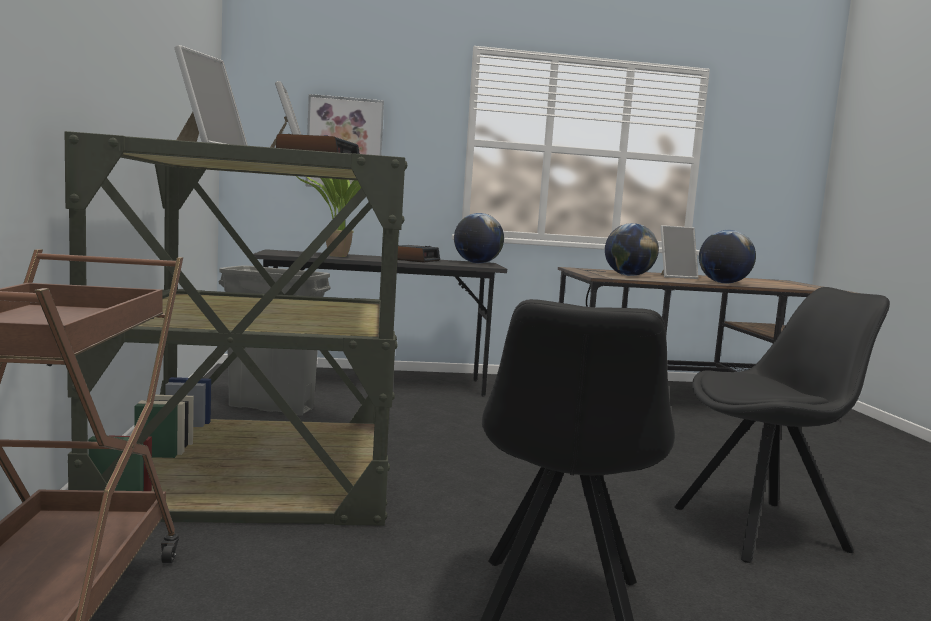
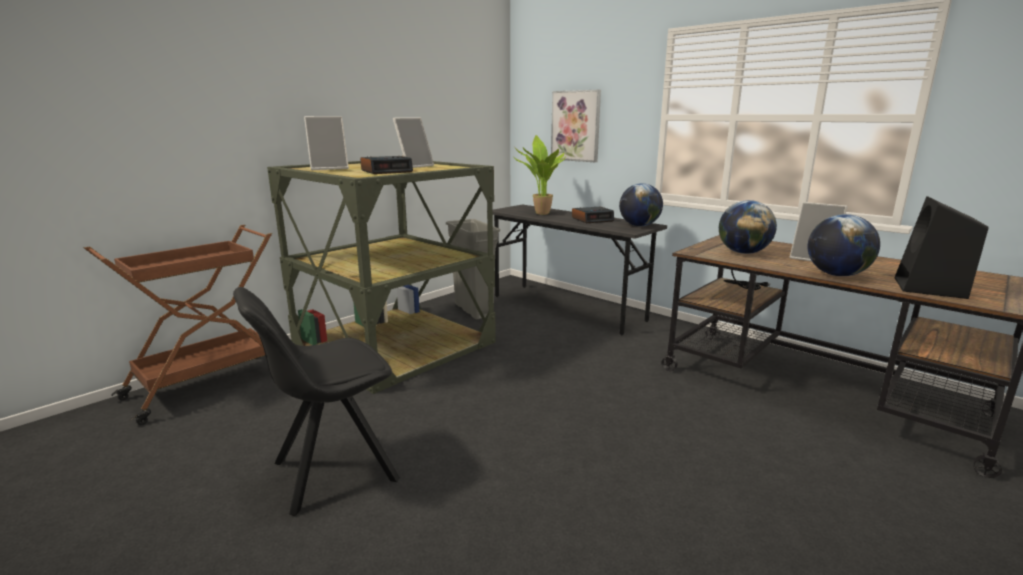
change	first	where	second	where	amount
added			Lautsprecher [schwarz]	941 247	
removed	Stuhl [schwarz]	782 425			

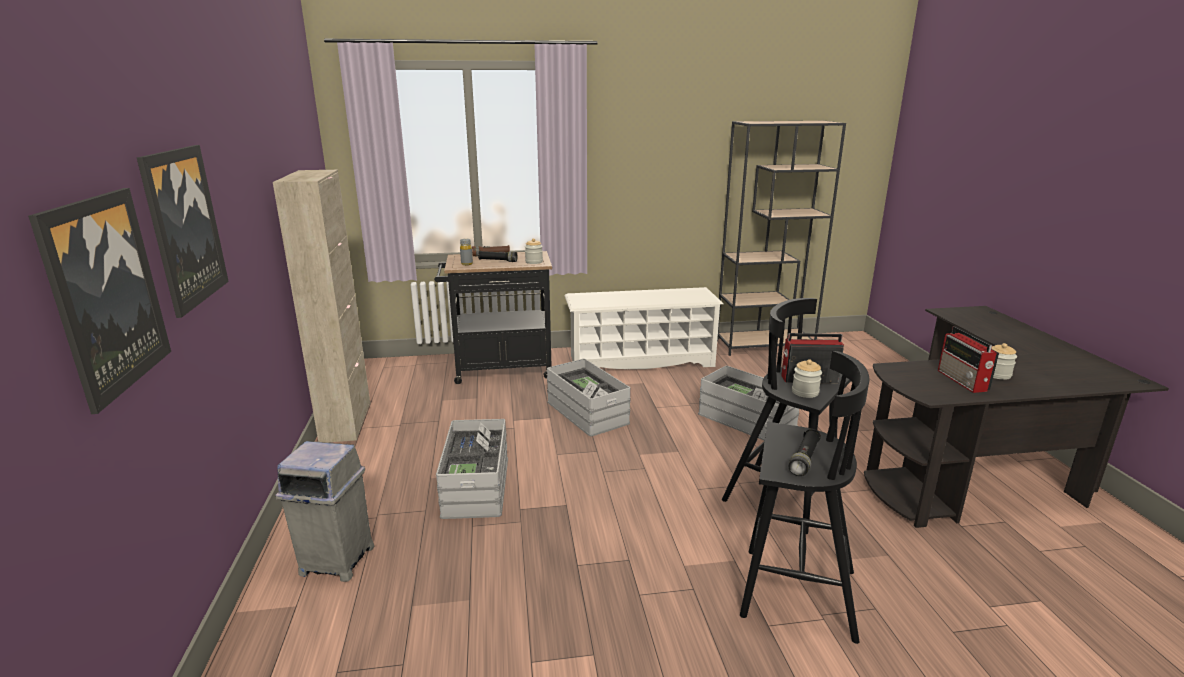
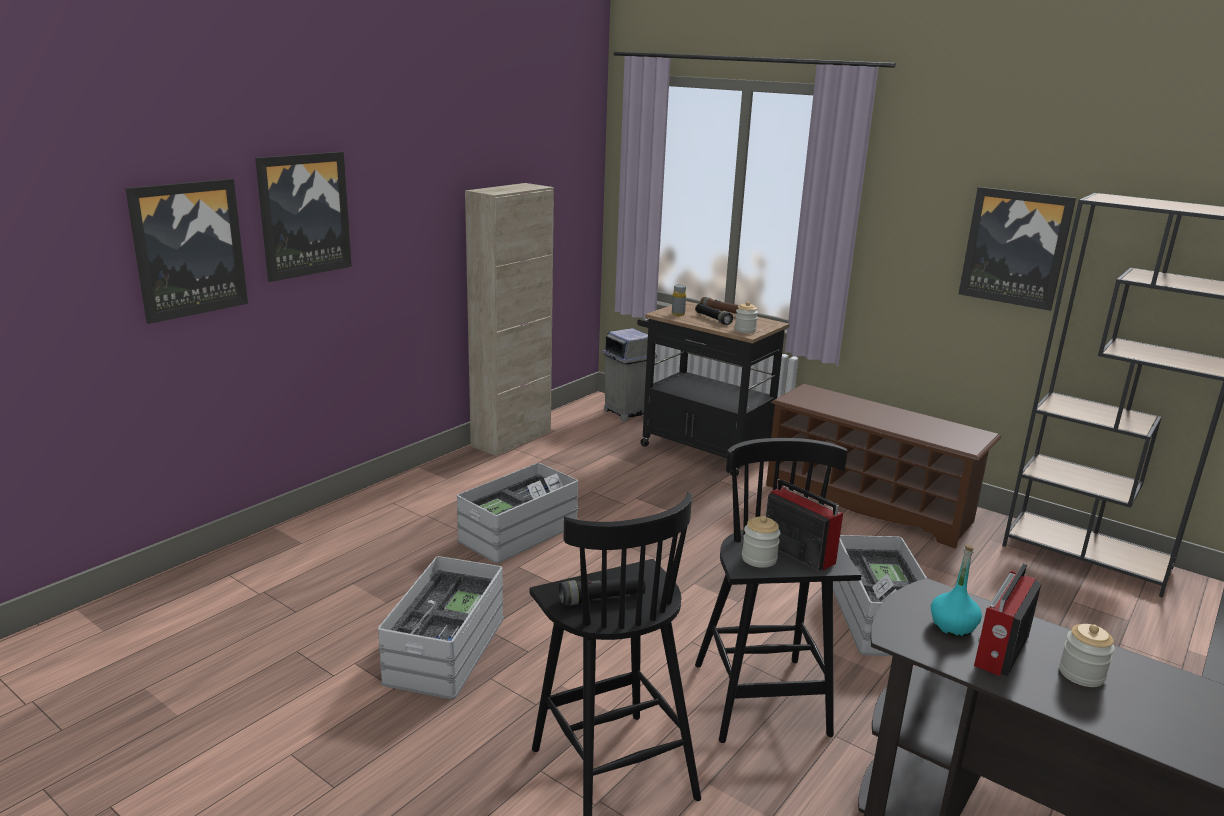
change	first	where	second	where	amount
moved	Aufbewahrungsbox [grau]	588 397		441 627	
moved	Mülleimer [grau]	324 511		629 374	
recoloured	Schuhregal [weiß]	643 328	Schuhregal [braun]	883 466	
added			Flasche [türkis]	956 590	
added			Bild	1017 249	

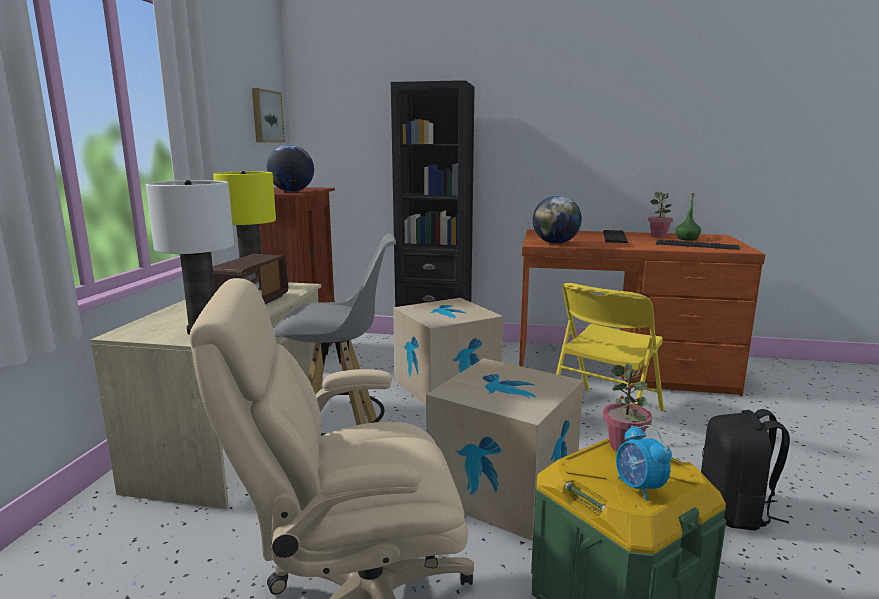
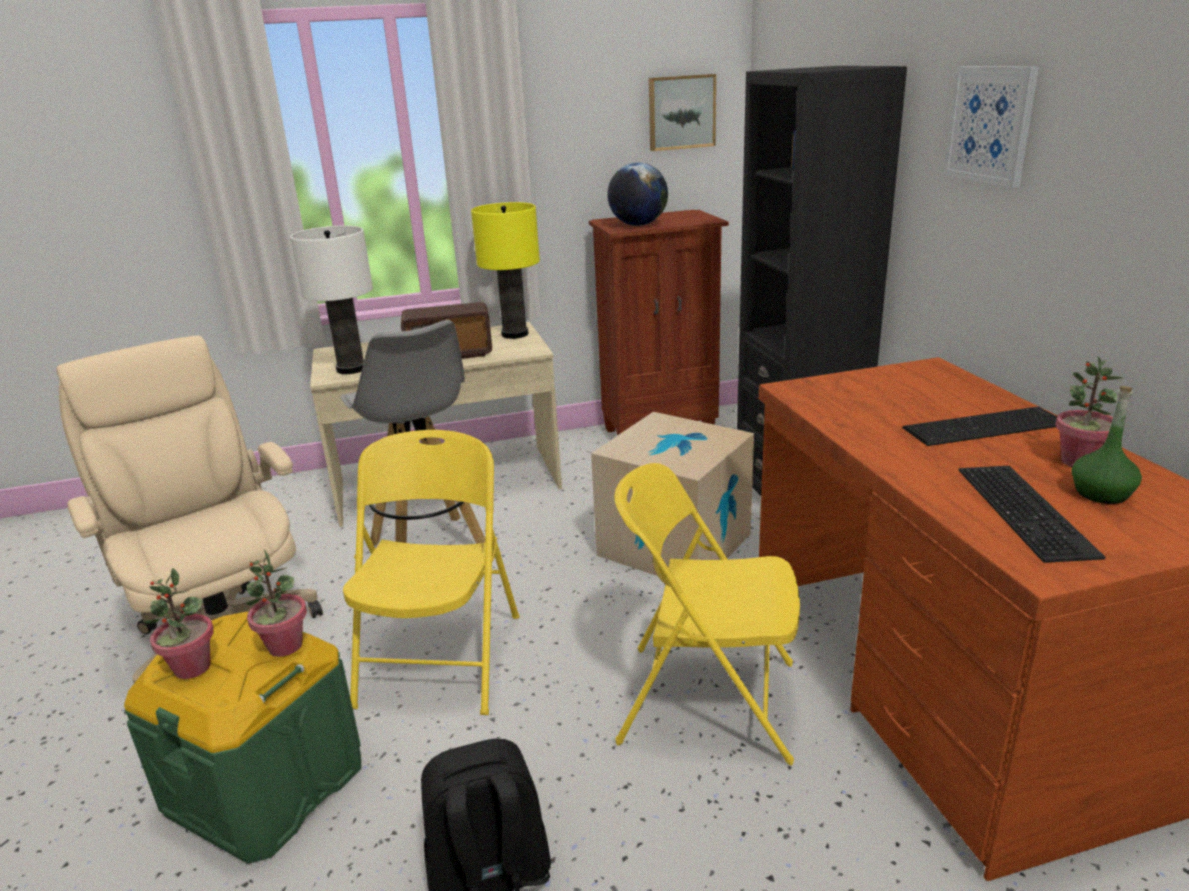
change	first	where	second	where	amount
replaced	Wecker	644 462	Topfpflanze	178 623	
replaced	Karton	505 449	Stuhl [gelb]	431 572	
added			Bild	991 127	
removed	Globus	557 219			

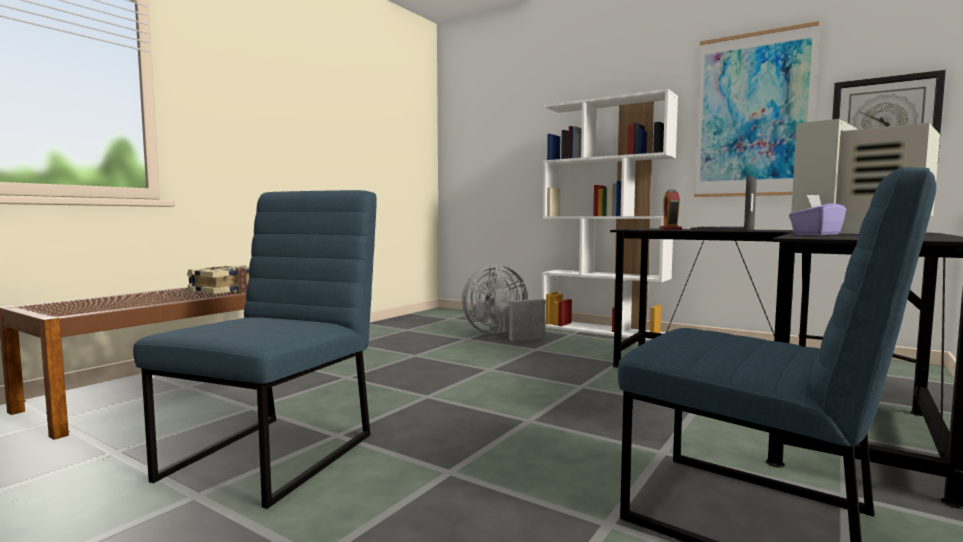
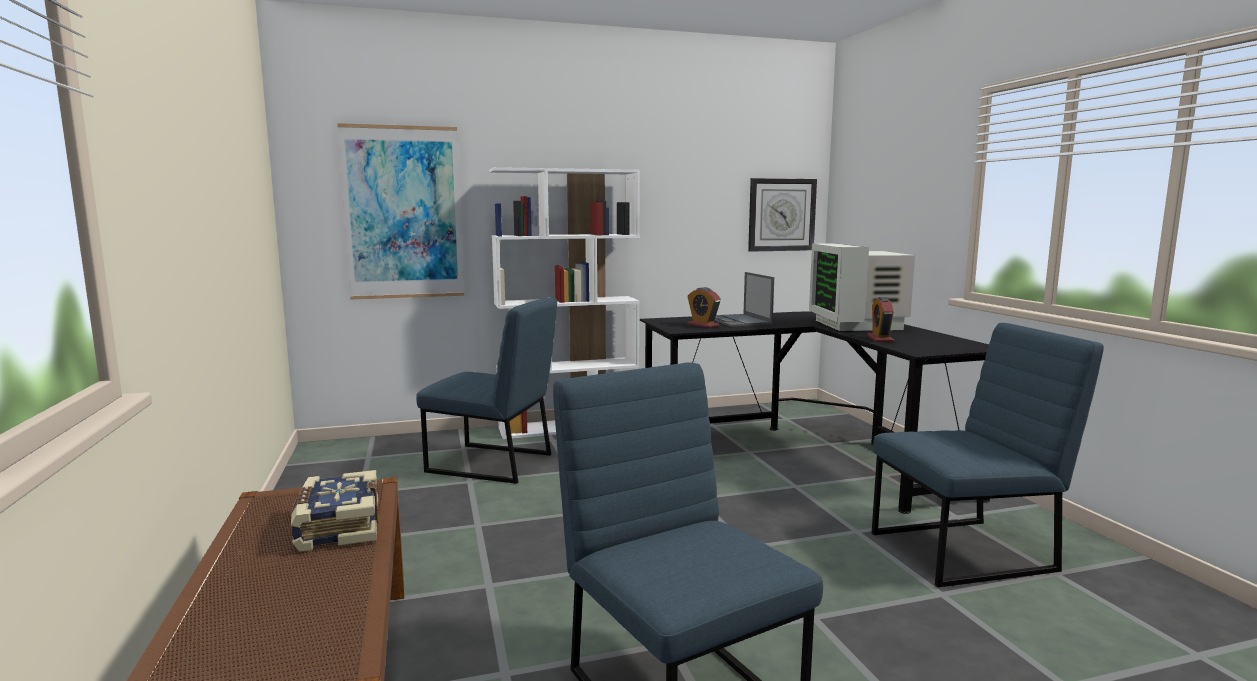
change	first	where	second	where	amount
moved	Bild	756 109		400 211	
replaced	Ventilator [grau]	504 302	Stuhl [blau]	486 390	
replaced	Taschentuchbox [lila]	817 215	Wecker	880 320	

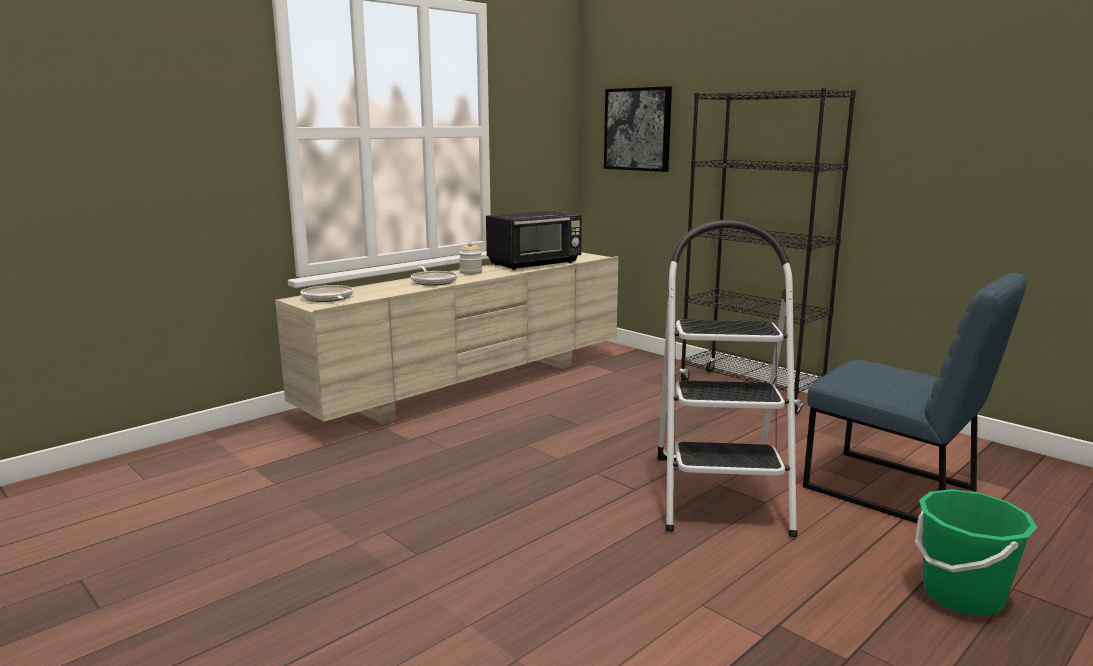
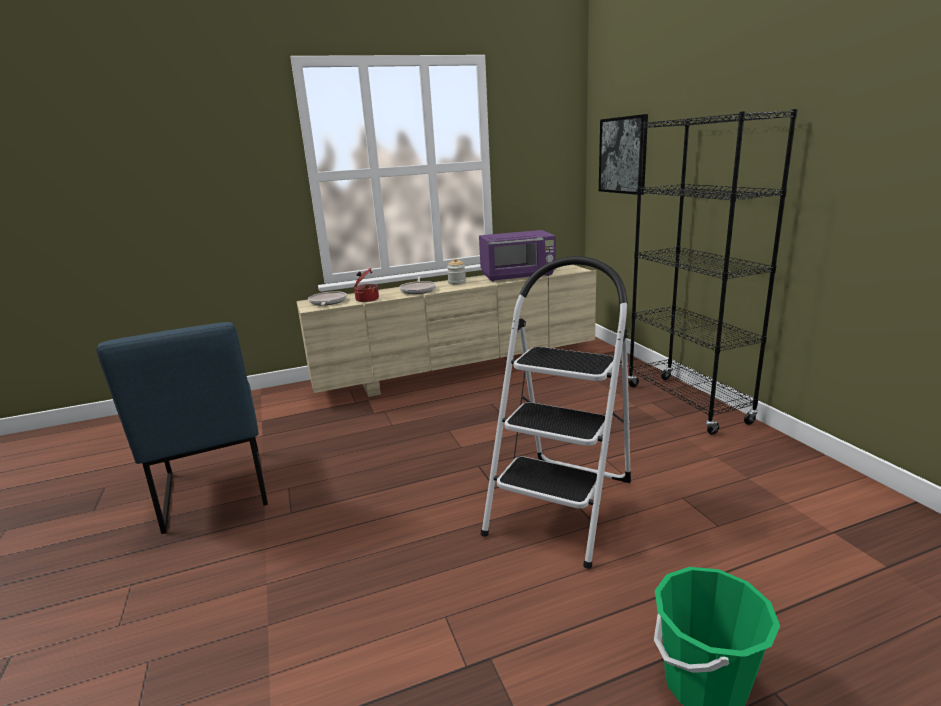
change	first	where	second	where	amount
moved	Stuhl [blau]	915 398		182 428	
added			Kochtopf	366 285	
recoloured	Mikrowelle [schwarz]	534 240	Mikrowelle [lila]	517 256	

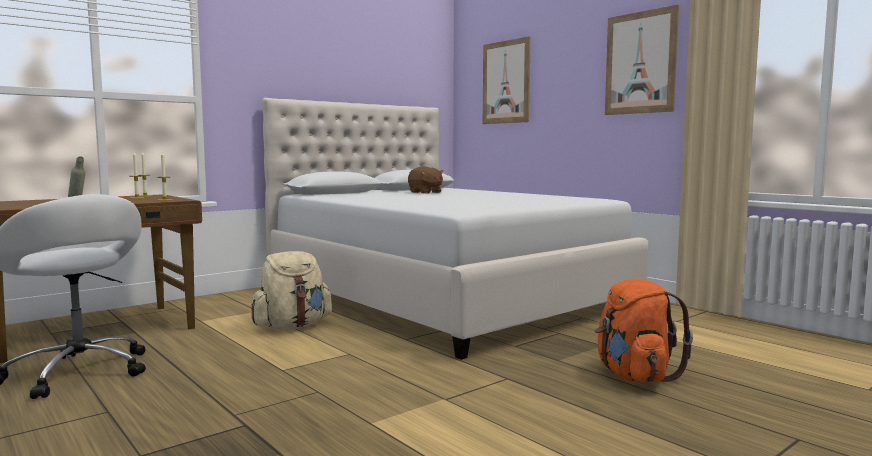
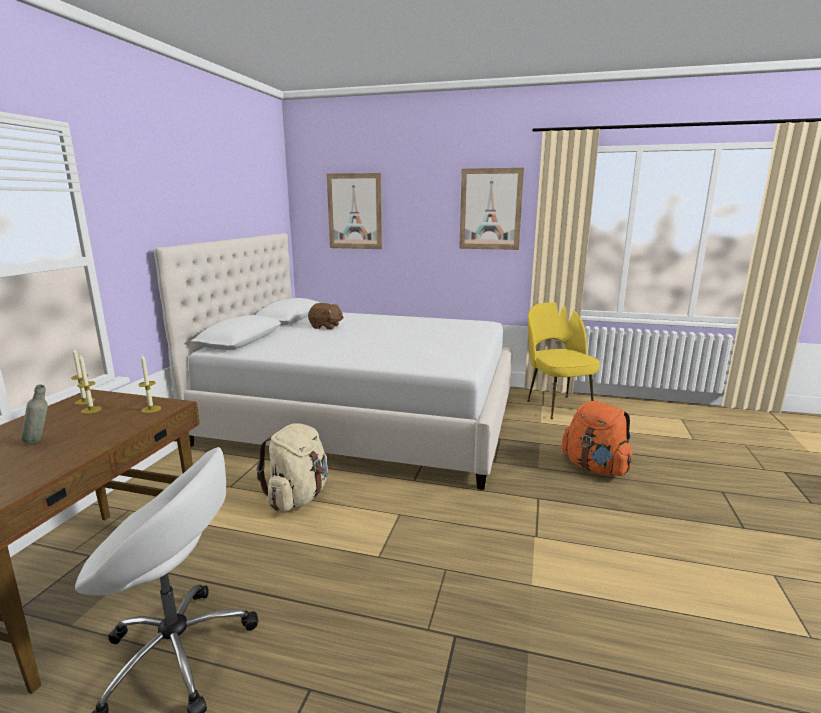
change	first	where	second	where	amount
added			Stuhl [gelb]	563 360	

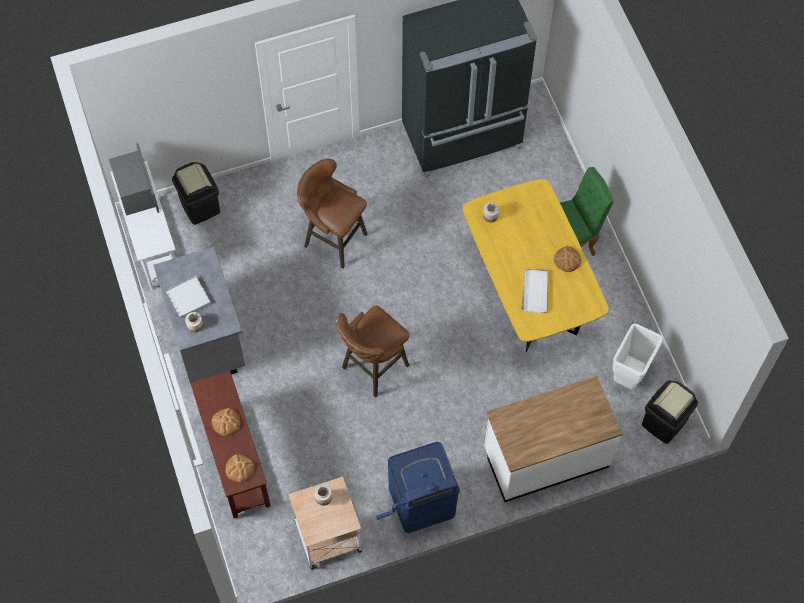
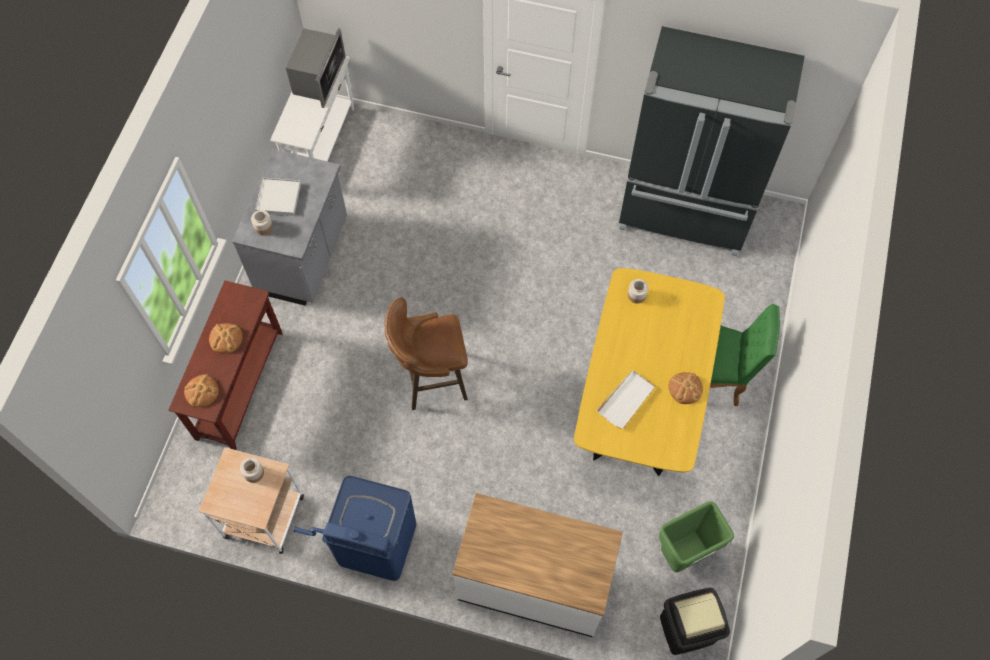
change	first	where	second	where	amount
recoloured	Mülleimer [weiß]	638 357	Mülleimer [grün]	696 536	
removed	Mülleimer [schwarz]	196 193			
removed	Hocker [braun]	332 213			

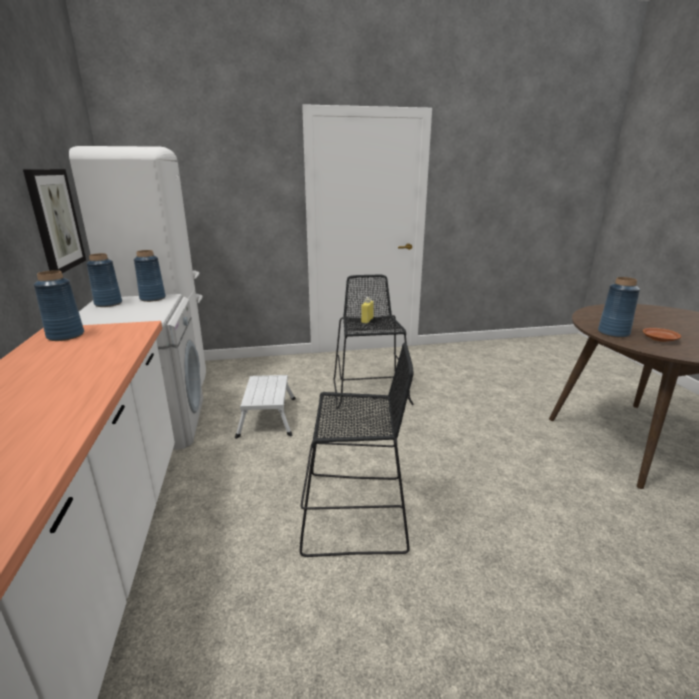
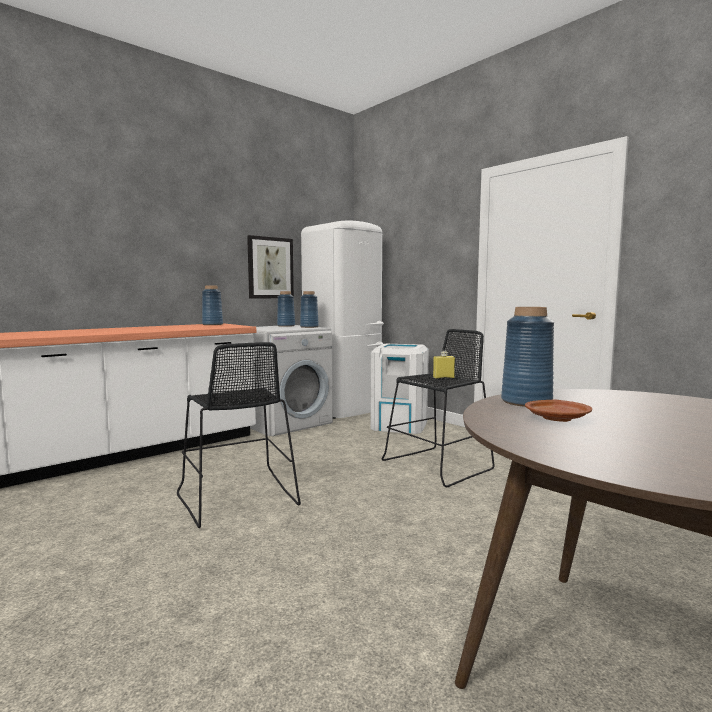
change	first	where	second	where	amount
added			Mülleimer [weiß]	400 389	
removed	Trittleiter [weiß]	265 407			

